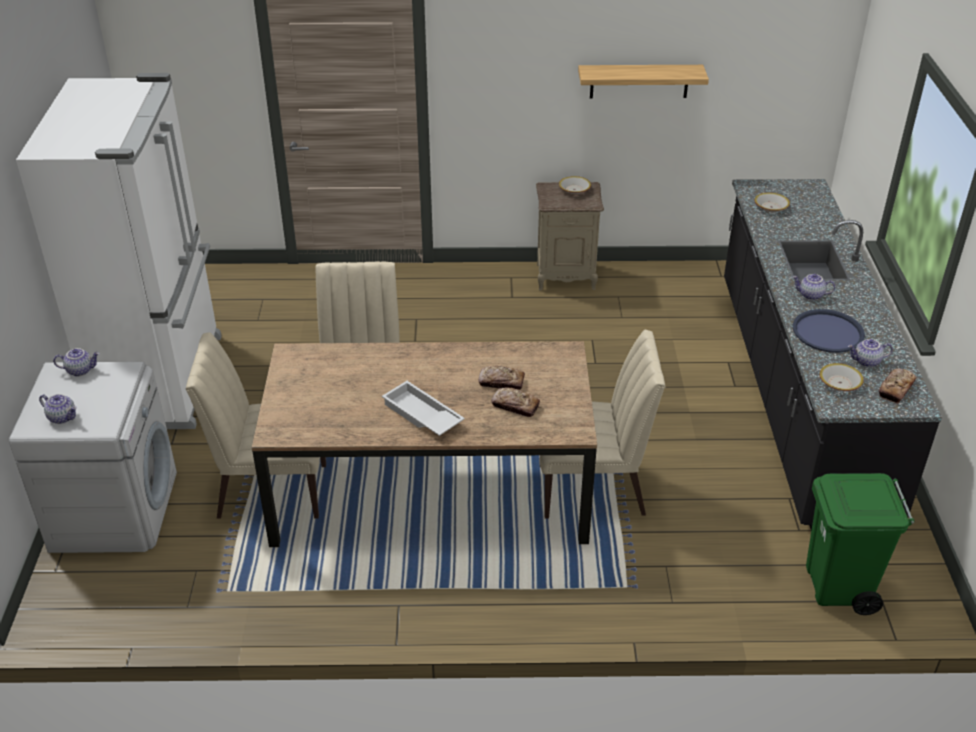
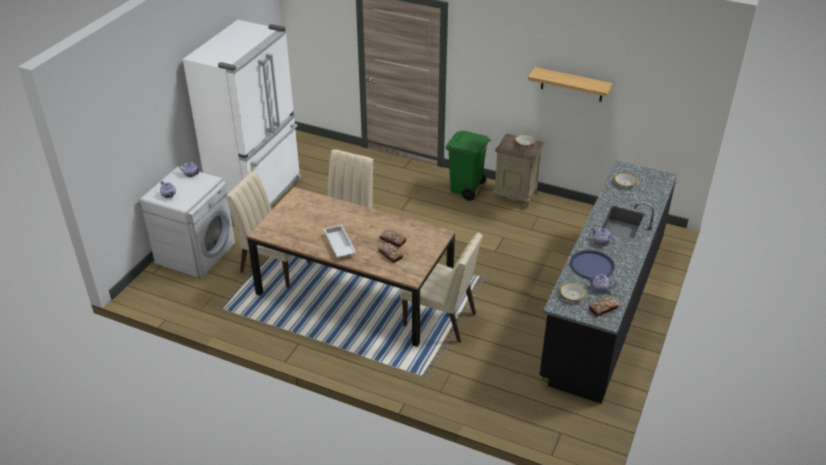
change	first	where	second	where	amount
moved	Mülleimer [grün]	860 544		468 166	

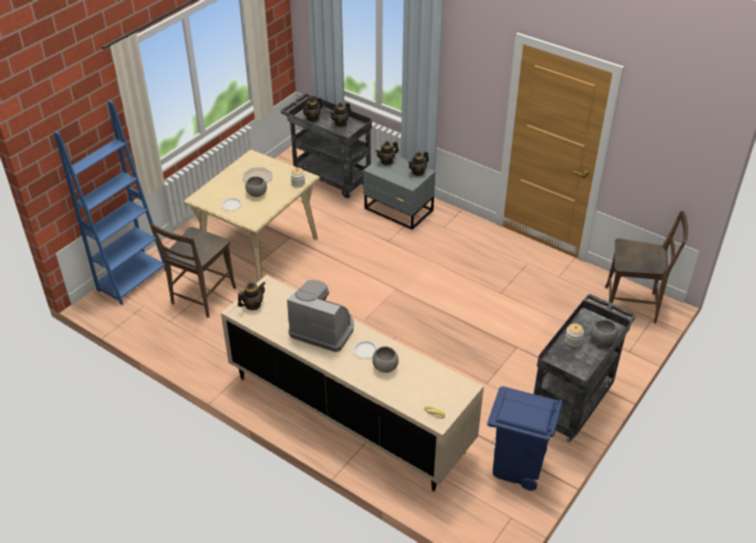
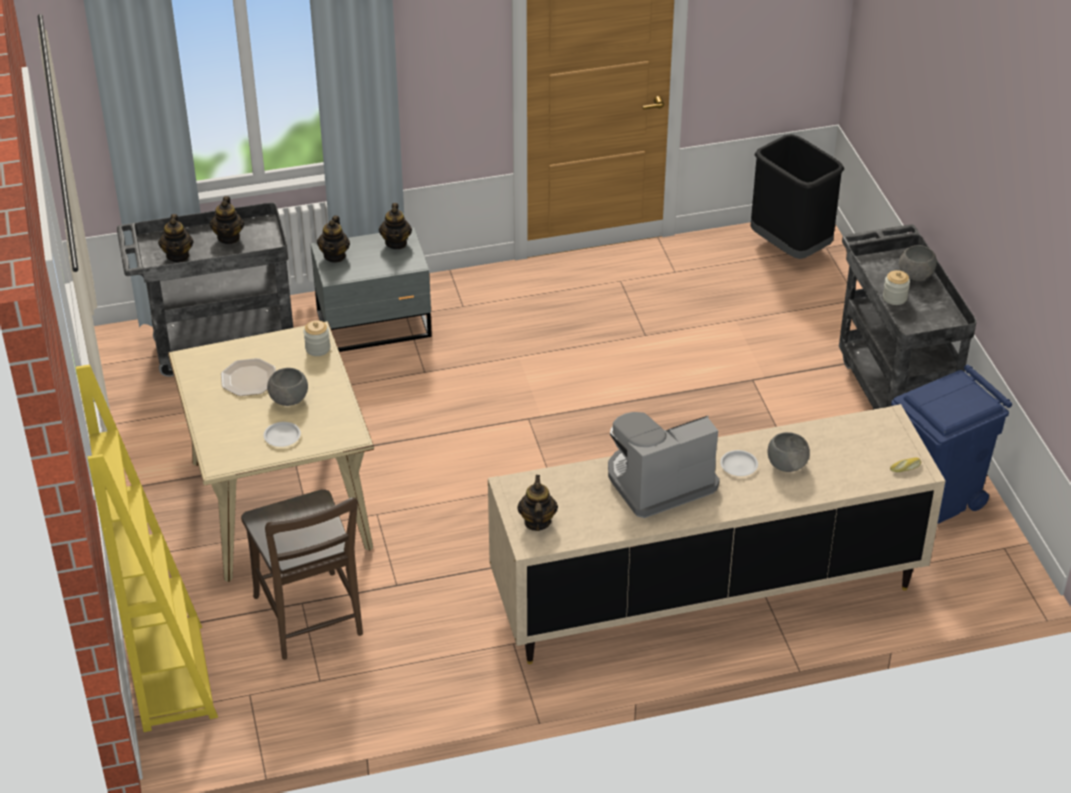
change	first	where	second	where	amount
recoloured	Bücherregal [blau]	109 202	Bücherregal [gelb]	147 548	
replaced	Stuhl [braun]	646 267	Mülleimer [schwarz]	797 196	

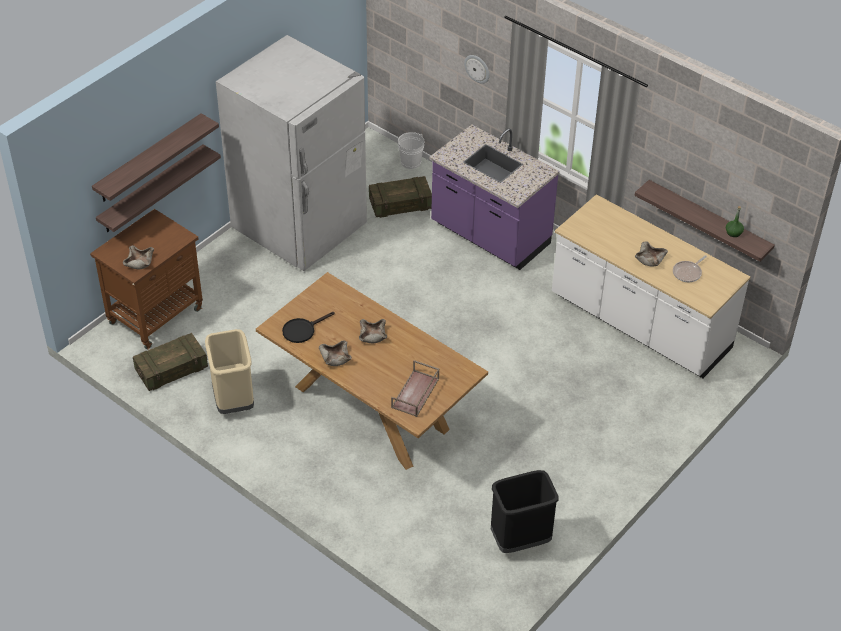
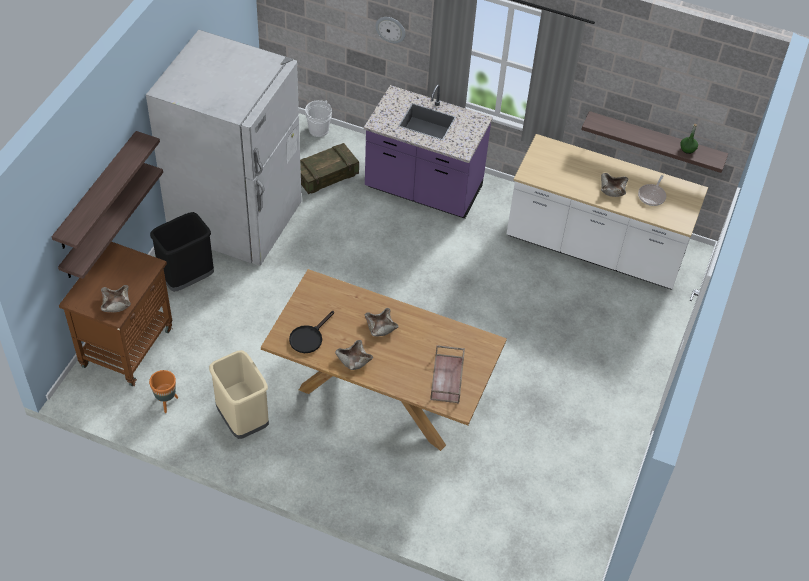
change	first	where	second	where	amount
replaced	Kiste	170 362	Pflanzkübel [orange]	163 391	
moved	Mülleimer [schwarz]	525 511		182 252	

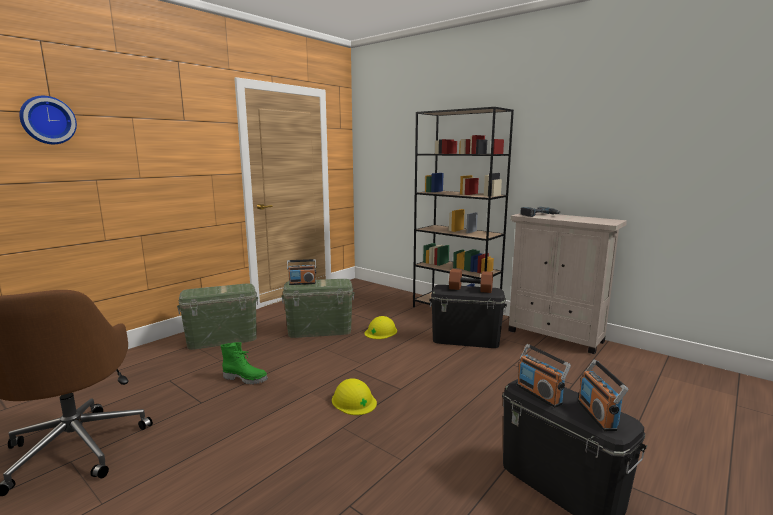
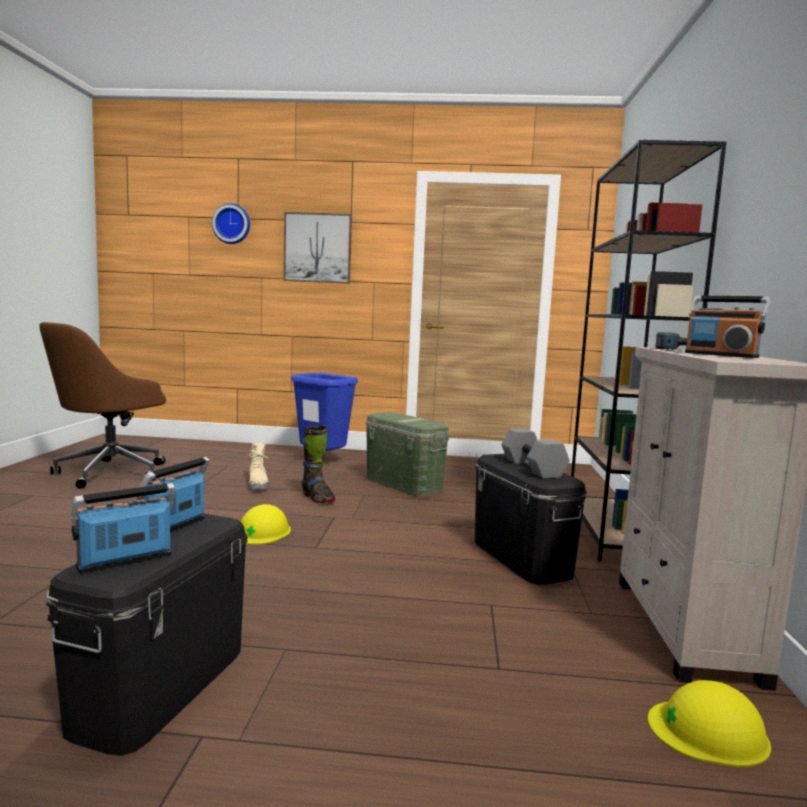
change	first	where	second	where	amount
recoloured	Stiefel [grün]	244 363	Stiefel [beige]	259 466	
added			Bild	317 248	
replaced	Aufbewahrungsbox [grün]	217 316	Mülleimer [blau]	324 412	
added			Stiefel [schwarz]	318 464	
recoloured	Hantel [braun]	471 281	Hantel [grau]	535 453	
moved	Schutzhelm [gelb]	380 327		709 723	
moved	Radio	302 272		728 327	

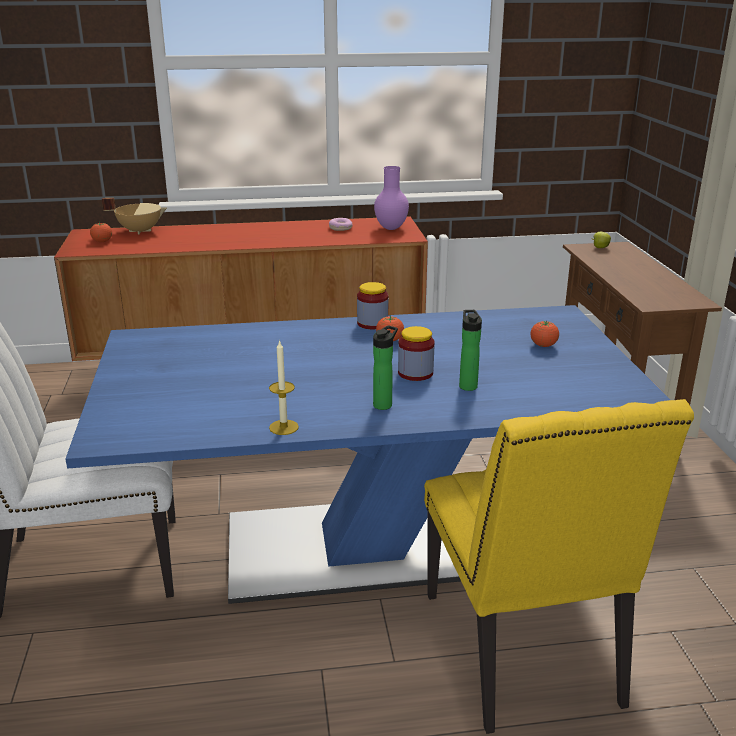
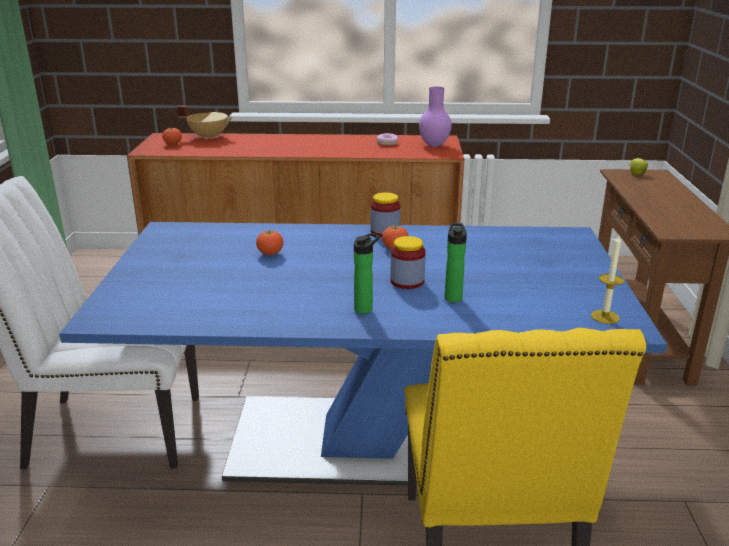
change	first	where	second	where	amount
moved	Tomate	544 333		269 242	
moved	Kerze	284 387		607 279	

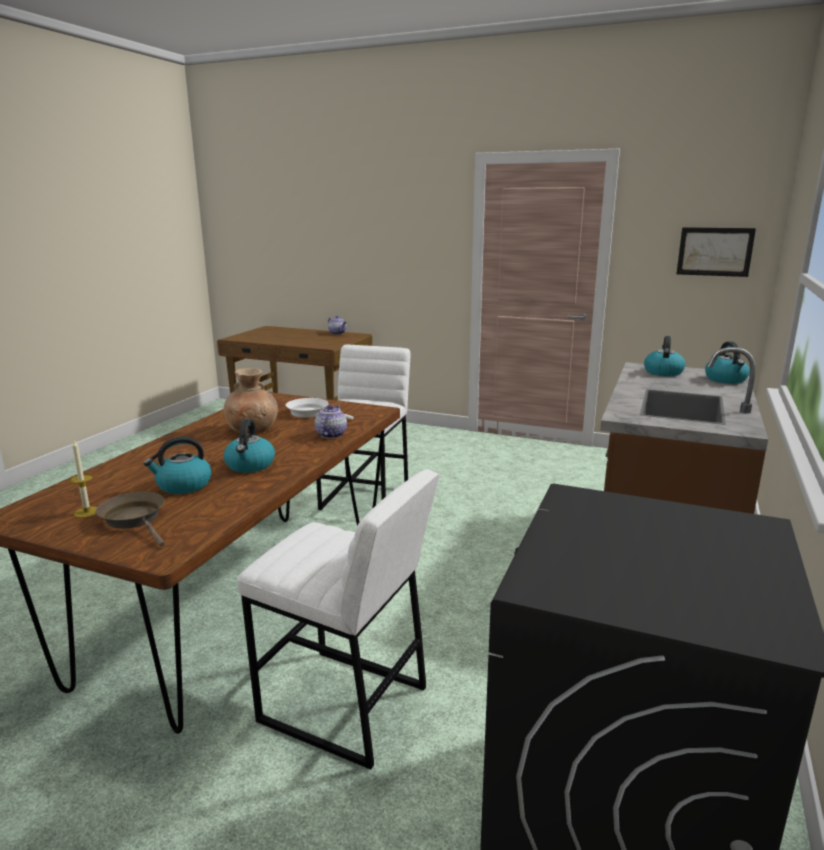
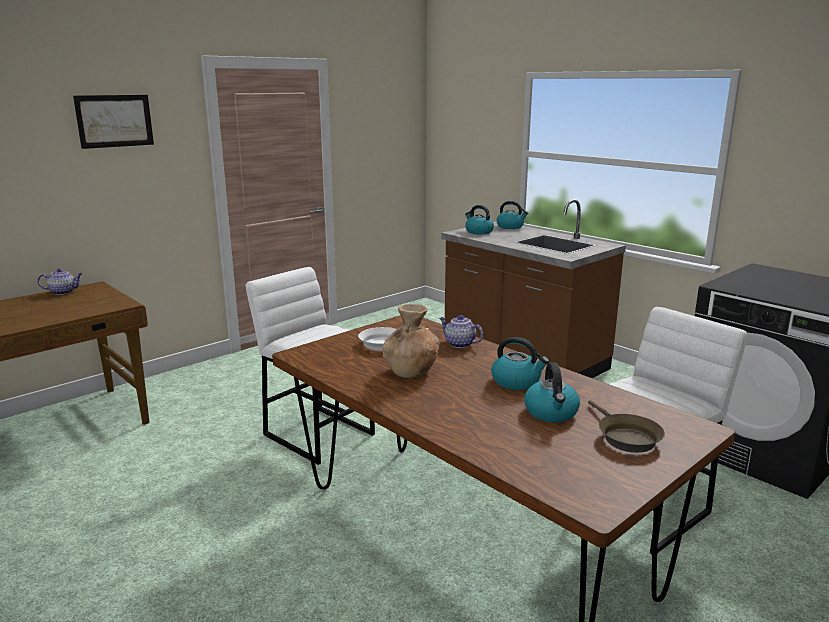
change	first	where	second	where	amount
moved	Bild	716 252		113 122	
turned	Pfanne [braun]	130 519		626 426	90 degrees counterclockwise
removed	Kerze	83 479			

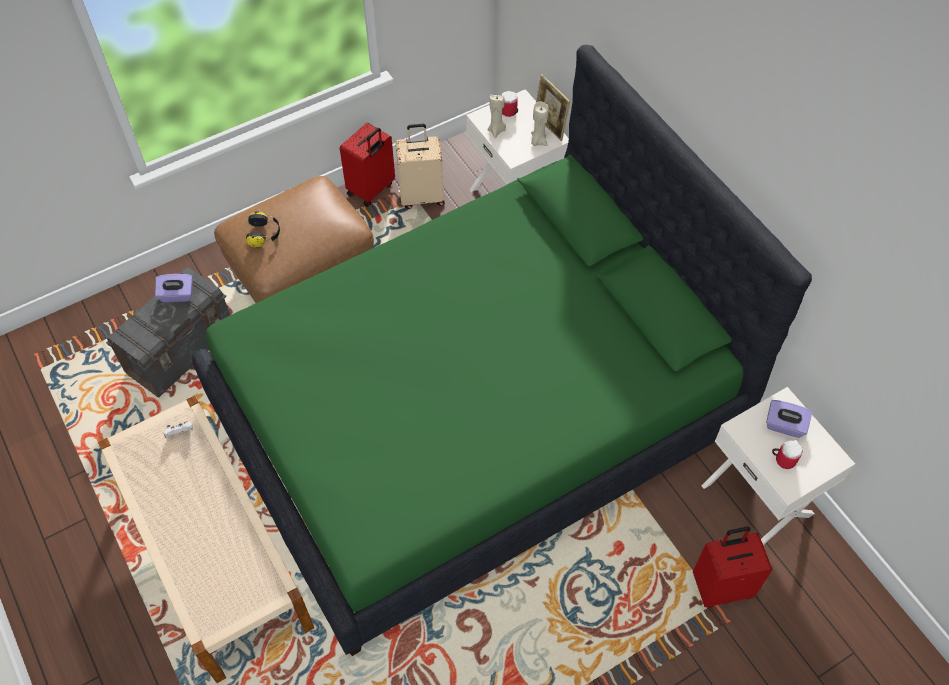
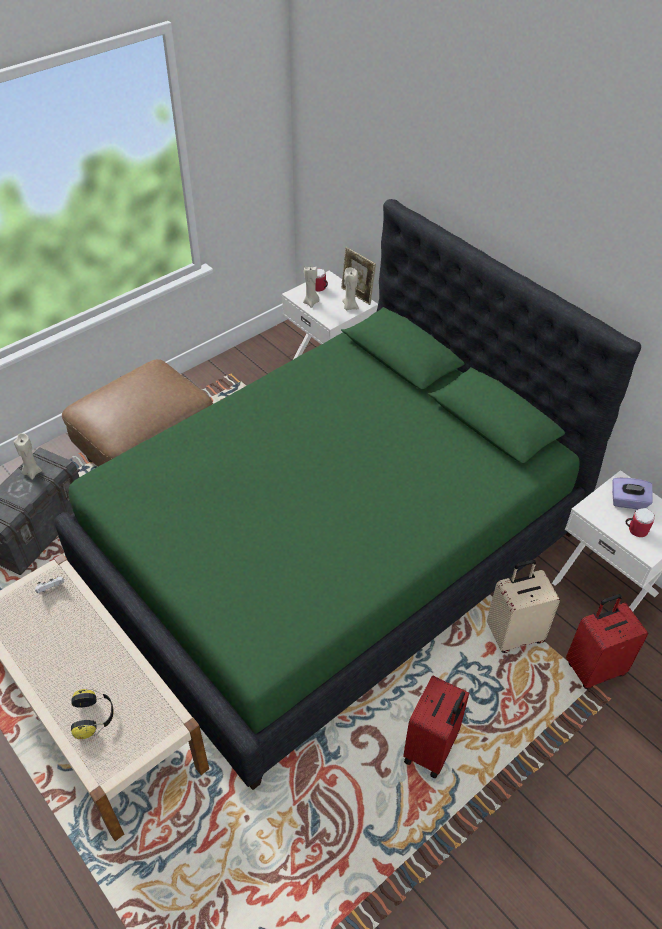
change	first	where	second	where	amount
replaced	Taschentuchbox [lila]	174 288	Kerze [beige]	28 456	
moved	Kopfhörer	263 229		92 714	
moved	Koffer [rot]	367 165		436 726	
moved	Koffer [beige]	420 166		523 606	

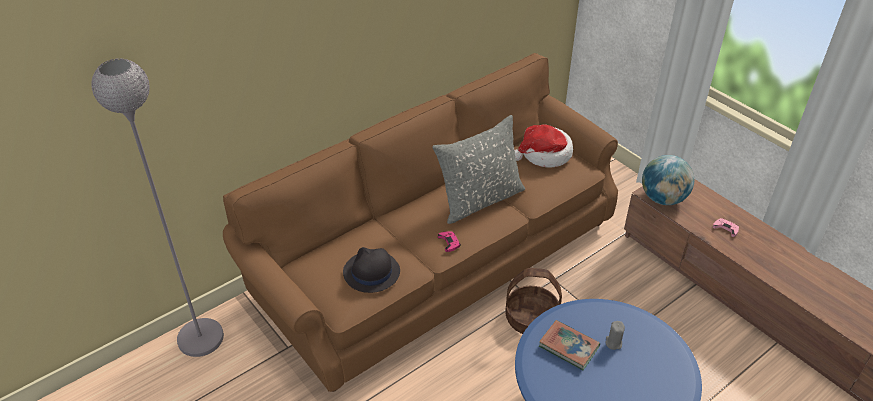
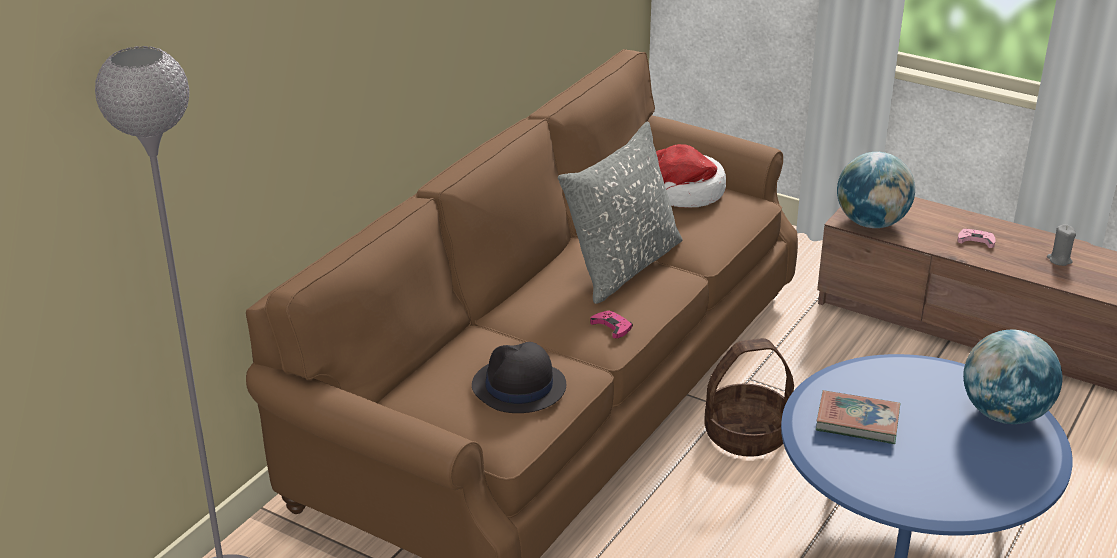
change	first	where	second	where	amount
added			Globus	1012 377	
moved	Kerze [grau]	615 335		1061 245	

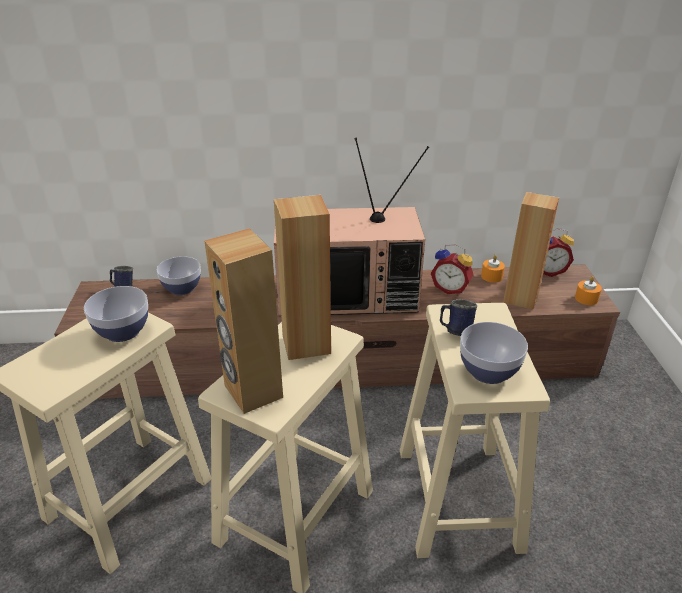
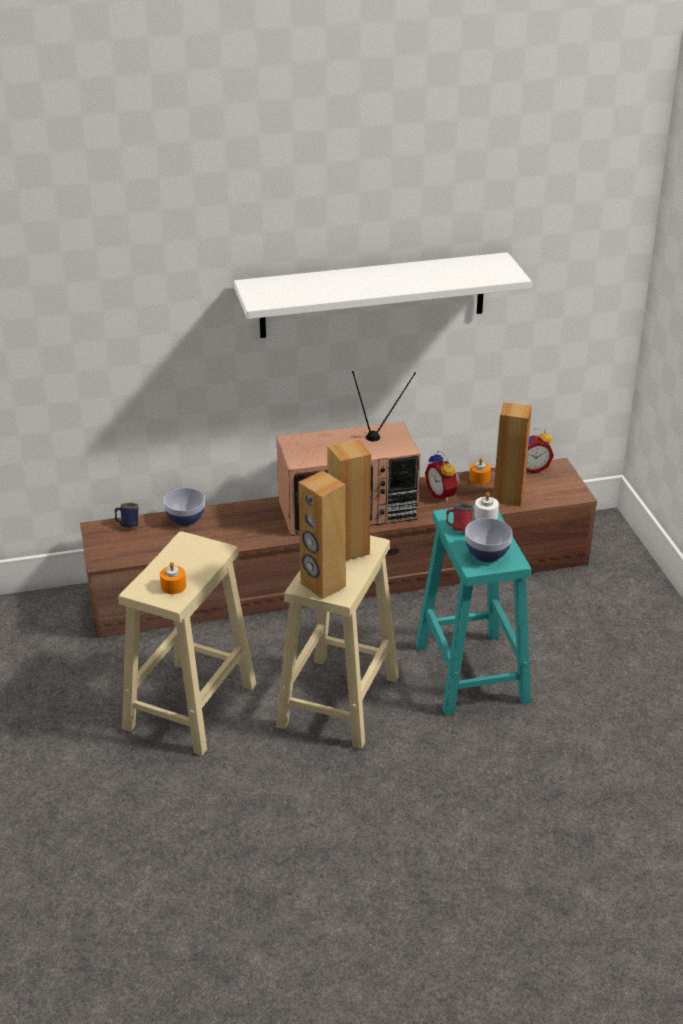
change	first	where	second	where	amount
moved	Kerze [orange]	588 290		173 578	
added			Wandregal [weiß]	383 295	
recoloured	Hocker [beige]	475 430	Hocker [türkis]	473 610	
turned	Wecker	452 269		442 476	45 degrees clockwise
recoloured	Henkelbecher [blau]	458 317	Henkelbecher [rot]	460 517	
added			Kerze [weiß]	486 505	
removed	Schüssel	116 314			

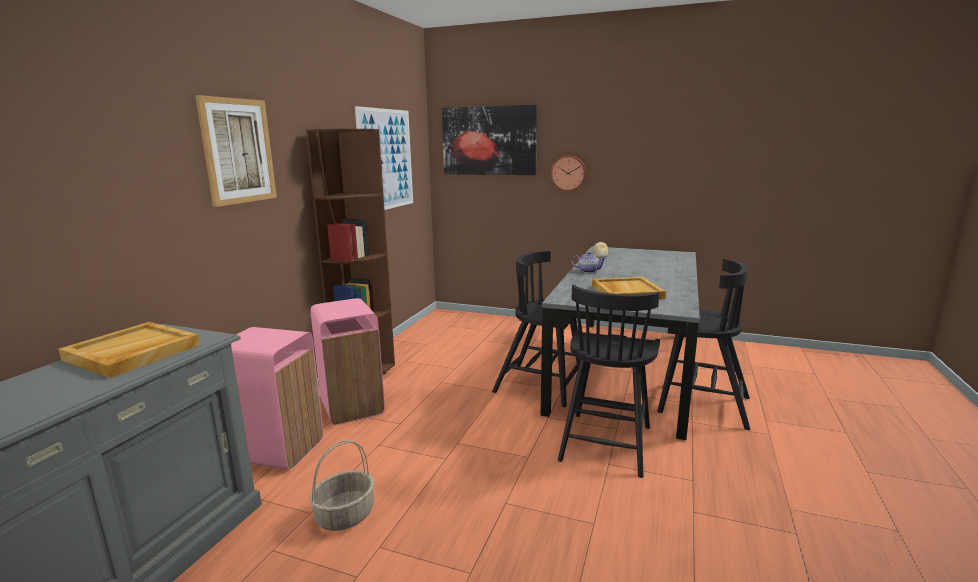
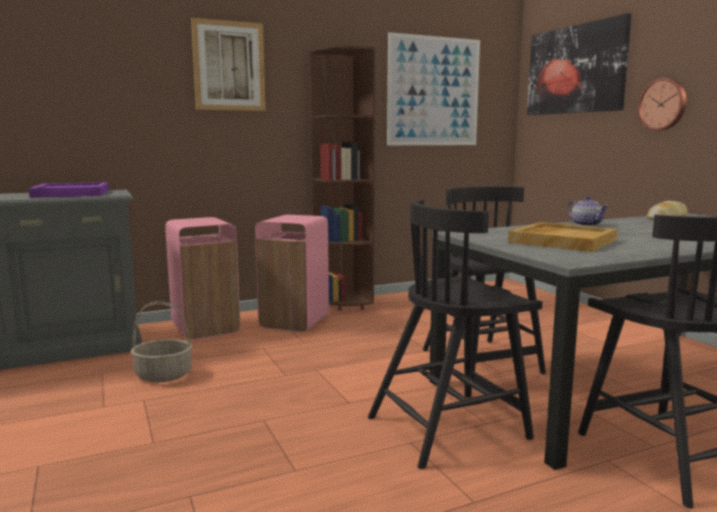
change	first	where	second	where	amount
recoloured	Tablett [beige]	129 350	Tablett [lila]	69 190	

